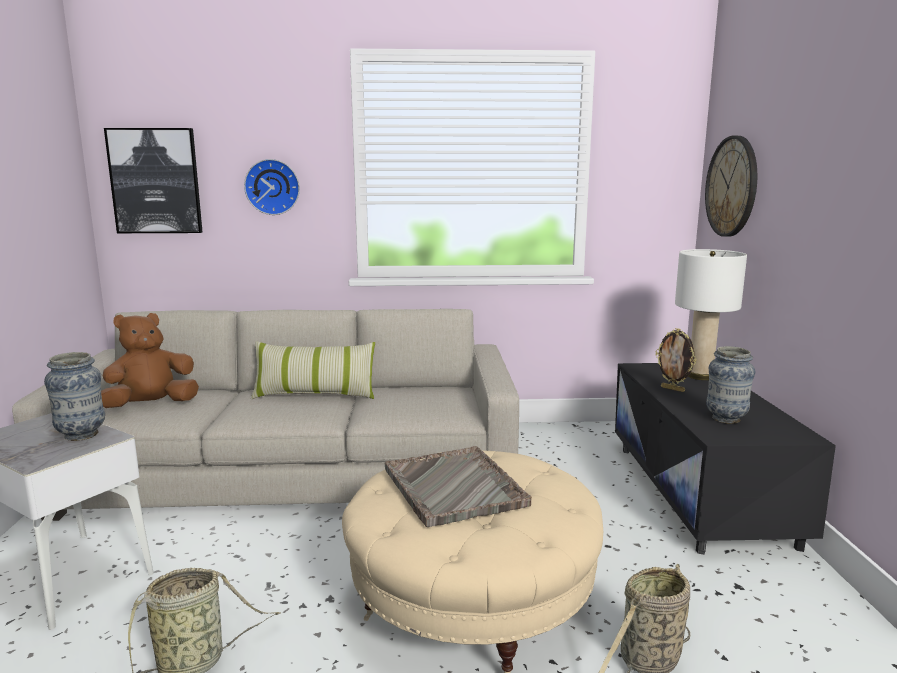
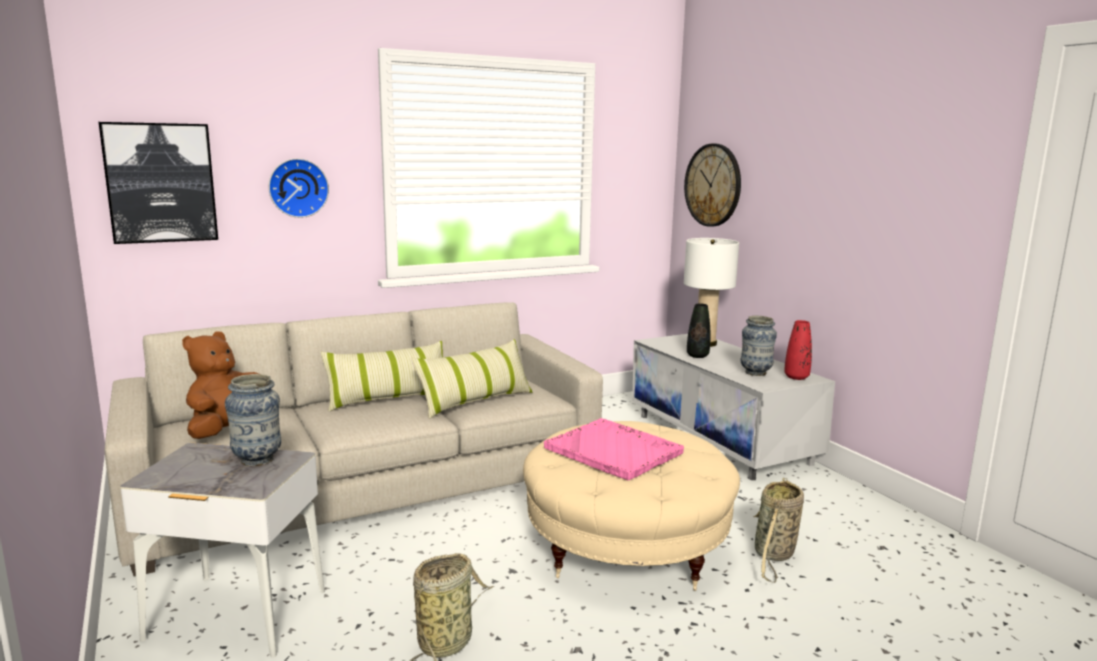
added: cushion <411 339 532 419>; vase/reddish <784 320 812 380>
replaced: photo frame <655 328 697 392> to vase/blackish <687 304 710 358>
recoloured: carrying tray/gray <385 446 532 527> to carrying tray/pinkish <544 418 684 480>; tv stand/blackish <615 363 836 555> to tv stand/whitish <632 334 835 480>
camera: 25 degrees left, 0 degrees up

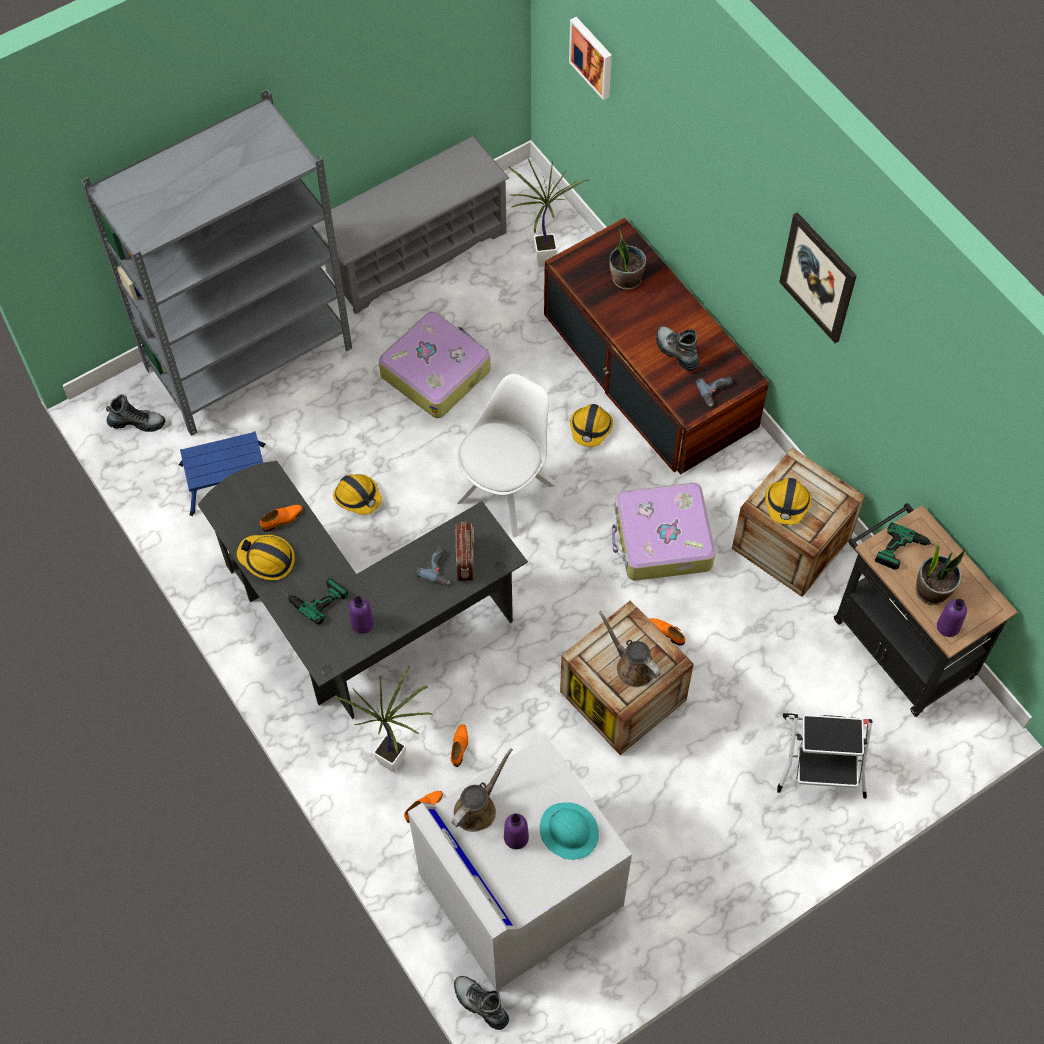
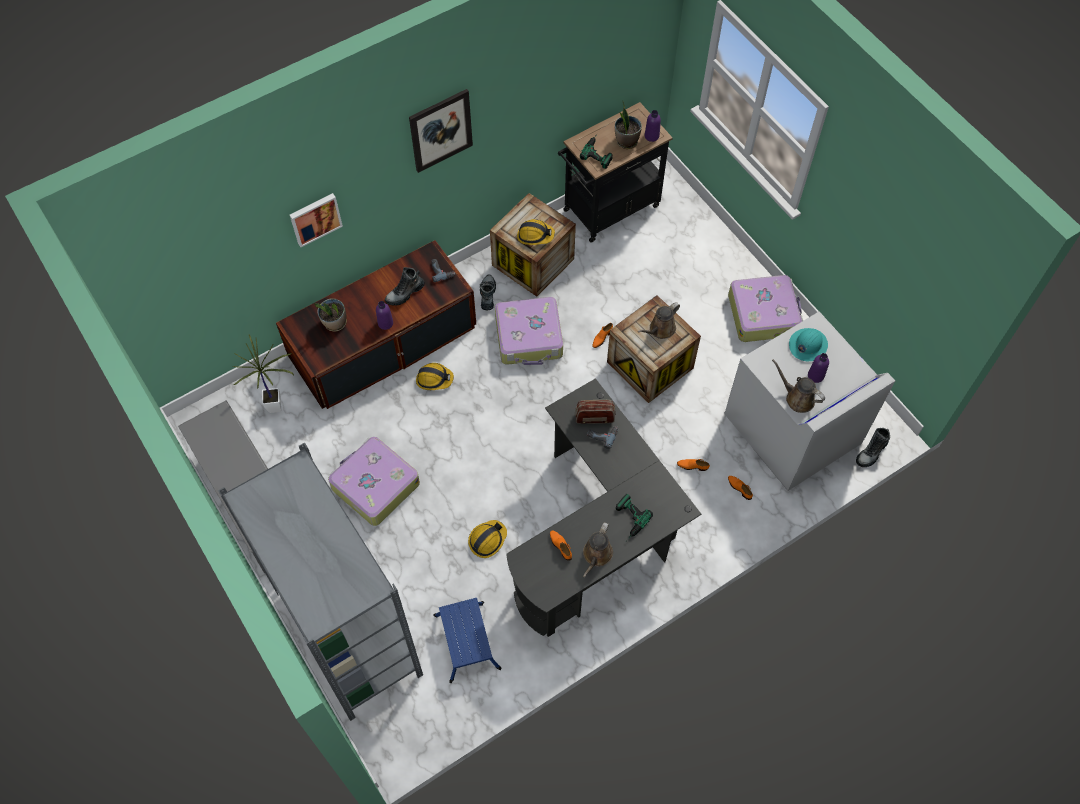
removed: potted plant <333 666 432 772>; upright chair/whitish <454 374 555 537>; step ladder <777 713 872 799>
added: piece of luggage <728 275 803 342>
moved: tall boot <106 394 165 432> to <480 274 496 310>; beverage bottle/purple-coloured <349 596 374 634> to <376 301 393 330>; wall art <569 17 612 100> to <290 193 343 247>
replaced: work helmet <237 535 295 580> to watering can/brown <583 522 613 578>
camera: 90 degrees left, 0 degrees up

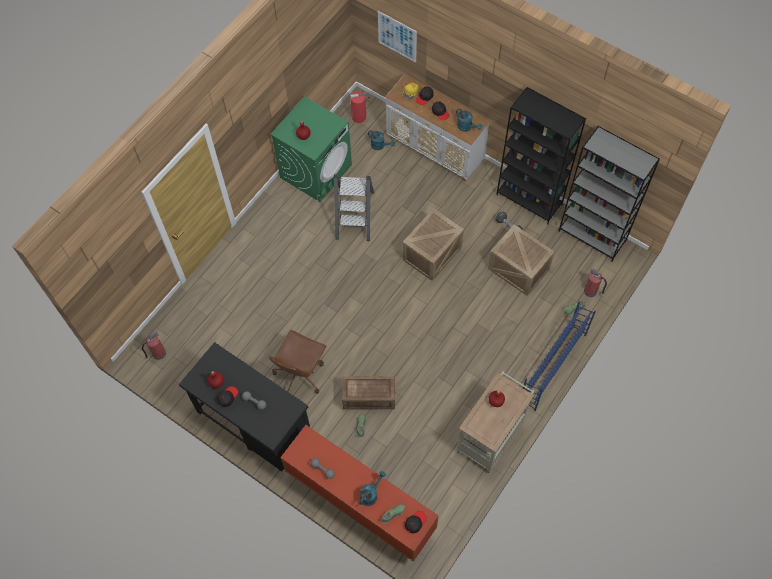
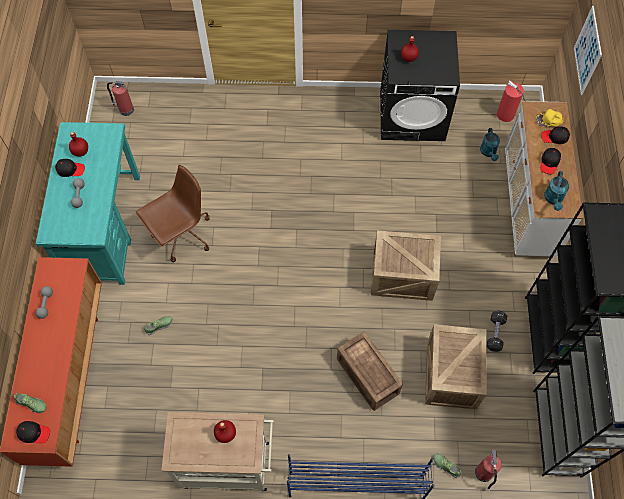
removed: step ladder/gray <334 174 374 241>; watering can/turquoise-coloured <359 471 386 506>
moved: shipping crate <342 376 395 409> to <337 332 403 411>
recoloured: desk table/blackish <179 342 310 472> to desk table/turquoise-coloured <36 122 140 285>; laundry machine/green-coloured <270 96 352 202> to laundry machine/blackish <380 30 460 141>
turned: office chair/brown <269 330 327 394> = <135 165 210 262> 150 degrees clockwise
camera: 55 degrees right, 0 degrees up

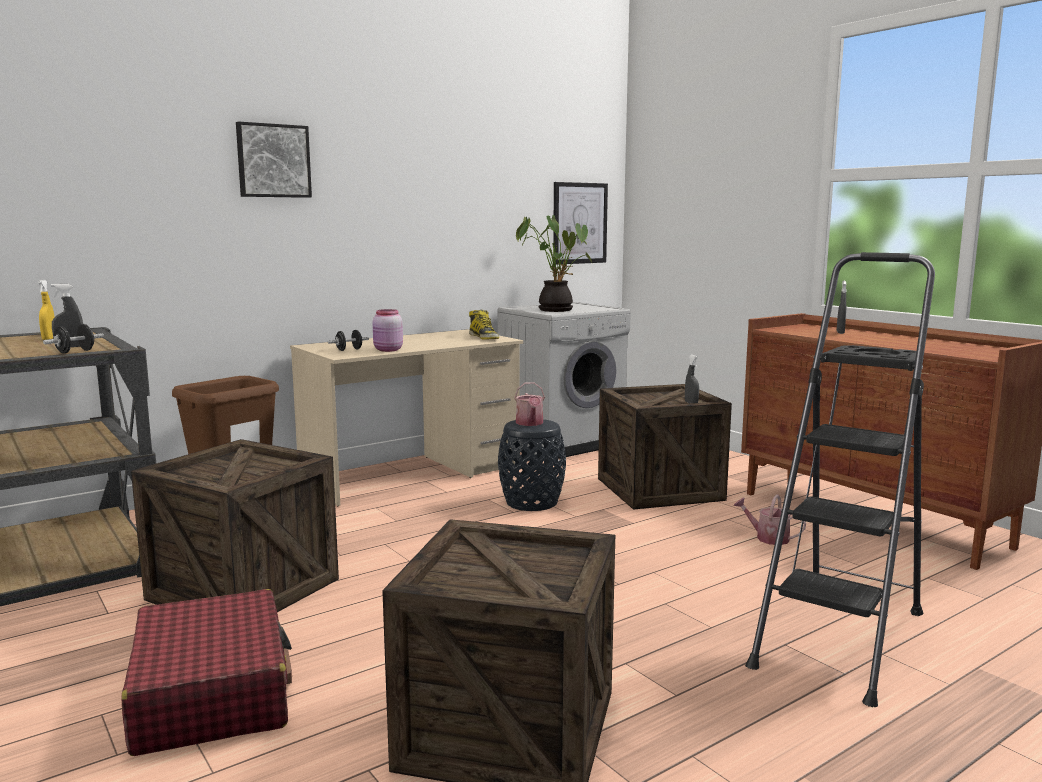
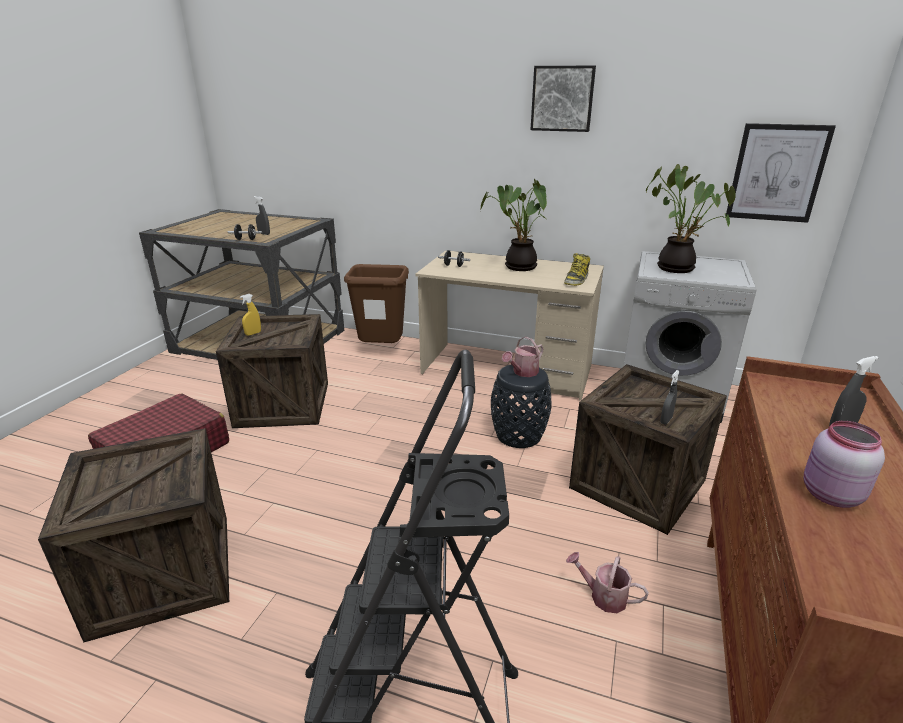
added: potted plant <480 179 547 271>
moved: spray bottle/yellow-coloured <38 280 54 340> to <240 294 261 336>; wall art <236 121 312 198> to <530 66 596 132>; jar/pinkish <373 309 403 352> to <804 421 885 508>
turned: watering can <733 494 806 545> = <566 552 649 613> 60 degrees counterclockwise
camera: 55 degrees right, 15 degrees up

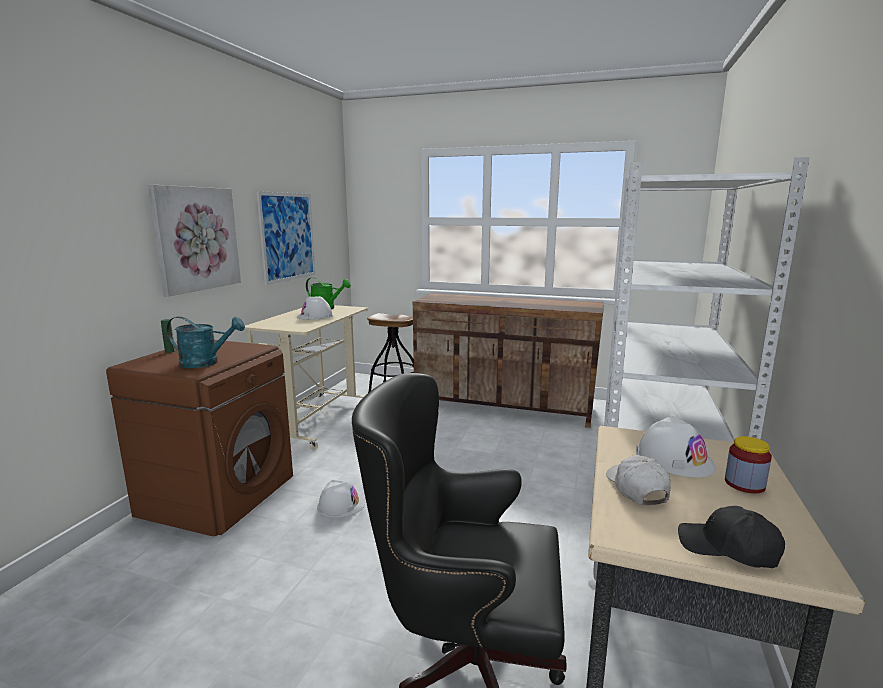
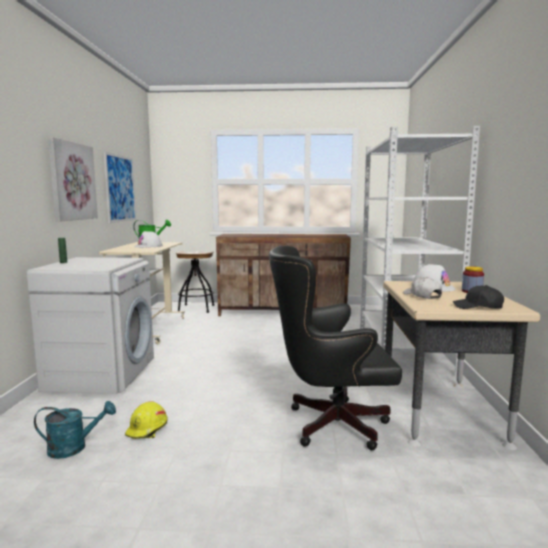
removed: work helmet/whitish <317 480 365 518>
added: work helmet/yellow-coloured <125 401 168 439>
moved: watering can/turquoise-coloured <166 317 245 368> to <34 401 116 459>
recoloured: laundry machine/brown <106 340 293 536> to laundry machine/whitish <26 257 154 394>
camera: 15 degrees left, 5 degrees down

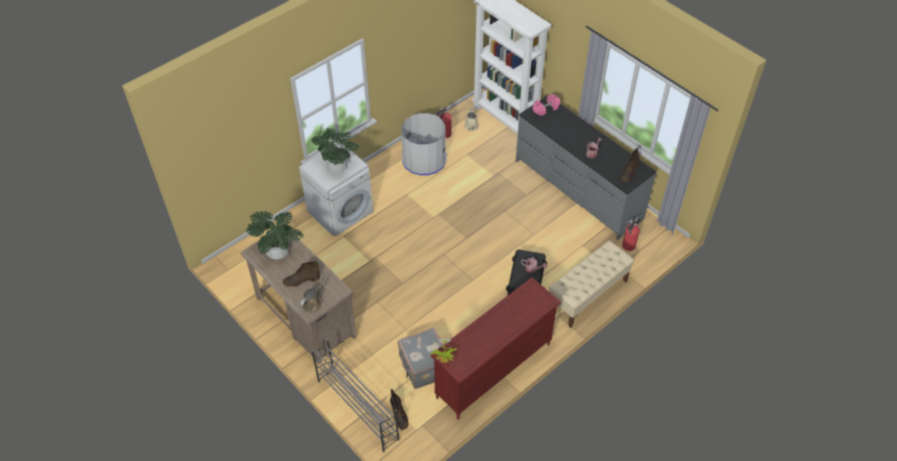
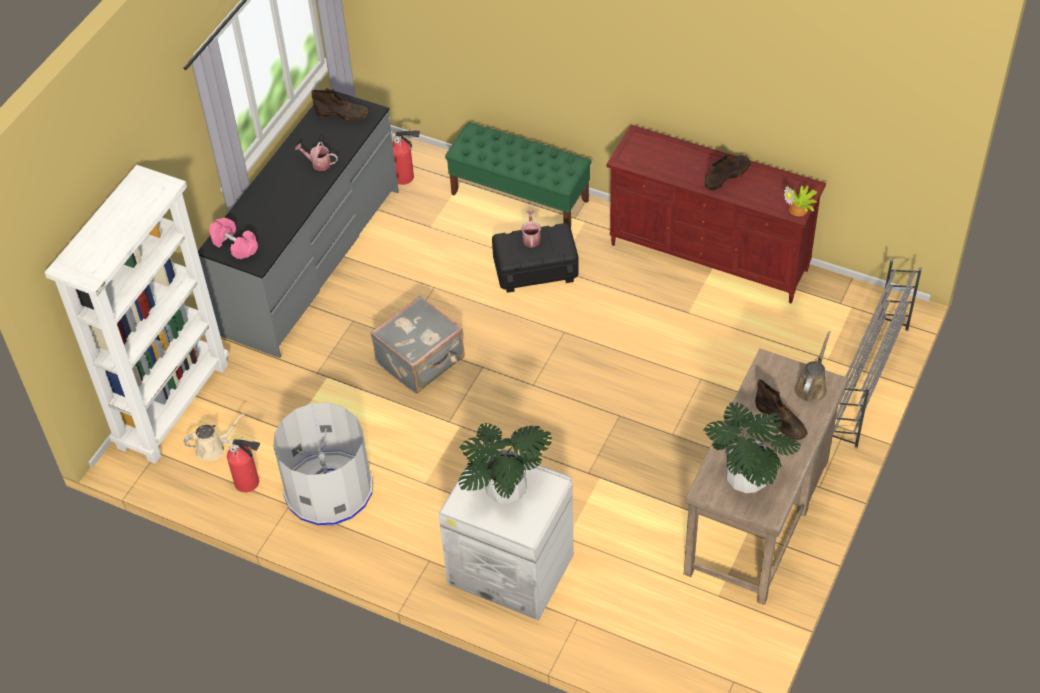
moved: tall boot/brown <390 389 408 430> to <705 153 751 191>; piece of luggage/gray <398 327 443 389> to <370 295 465 394>
recoloured: bench/sand-coloured <549 241 634 328> to bench/green-coloured <445 122 592 228>
turned: watering can/brown <300 272 326 313> = <794 331 830 402> 105 degrees clockwise
camera: 110 degrees left, 0 degrees up

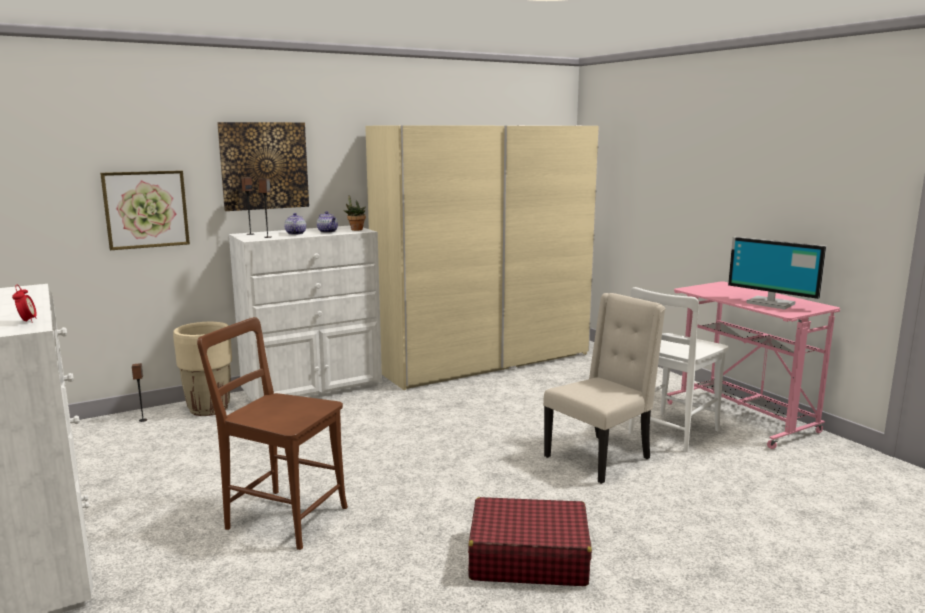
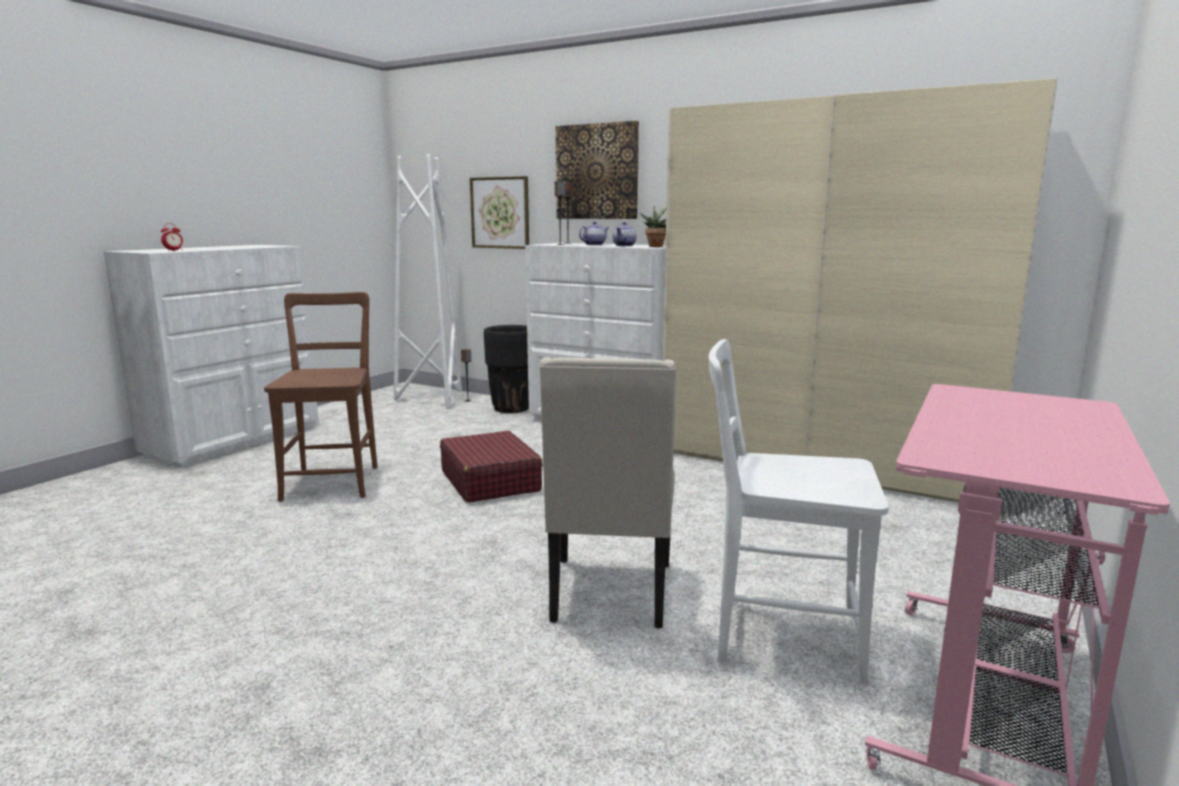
removed: computer display <728 237 827 309>
added: garment stand/whitish <394 154 462 409>
moved: piece of luggage/reddish <468 497 592 586> to <440 431 543 503>
recoloured: flower pot/sand-coloured <173 322 232 416> to flower pot/blackish <484 325 529 413>
turned: upright chair/sand-coloured <543 293 665 484> = <539 357 676 629> 75 degrees clockwise
camera: 60 degrees right, 0 degrees up

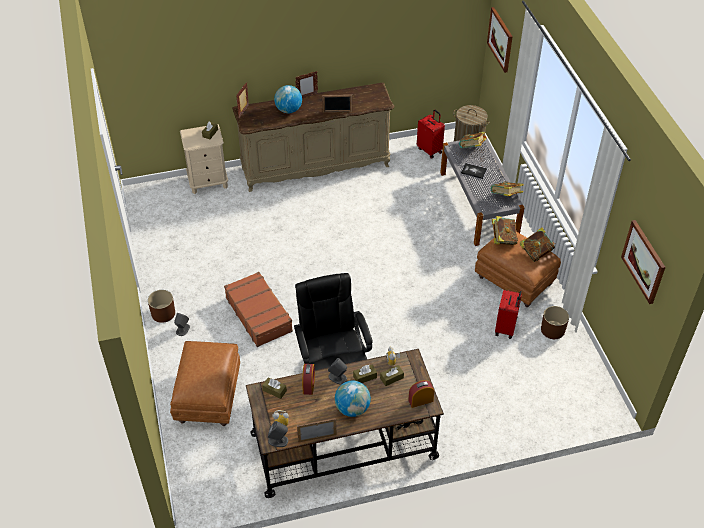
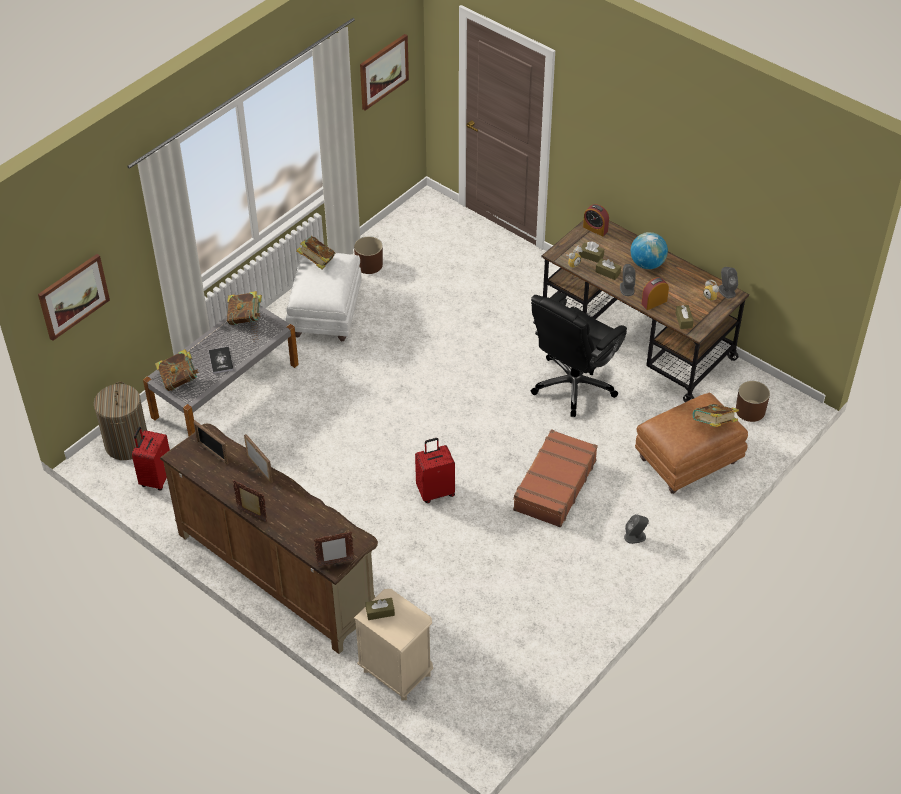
removed: world globe <274 85 302 113>
moved: flower pot/brown <148 290 175 323> to <736 381 770 422>; photo frame <297 418 336 442> to <194 421 229 465>; bound book <492 216 518 245> to <693 404 739 427>; piece of luggage/reddish <495 290 522 339> to <415 438 455 503>
recoloured: ottoman/brown <475 232 561 307> to ottoman/whitish <286 253 362 341>
camera: 125 degrees left, 0 degrees up

